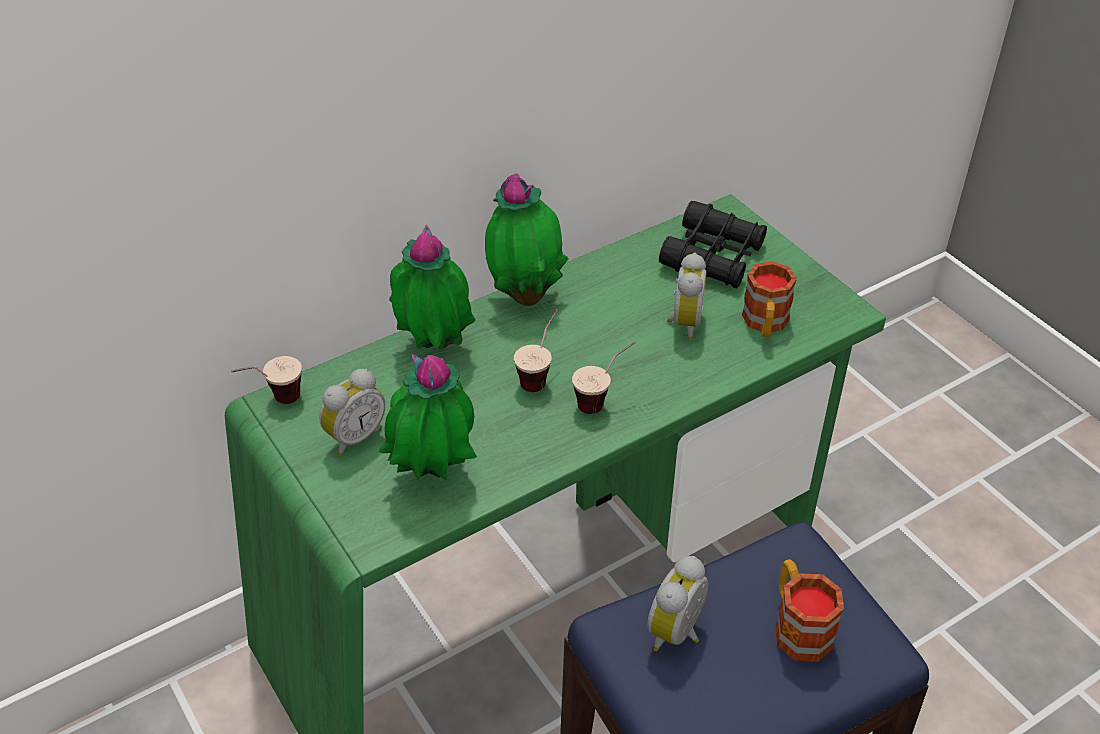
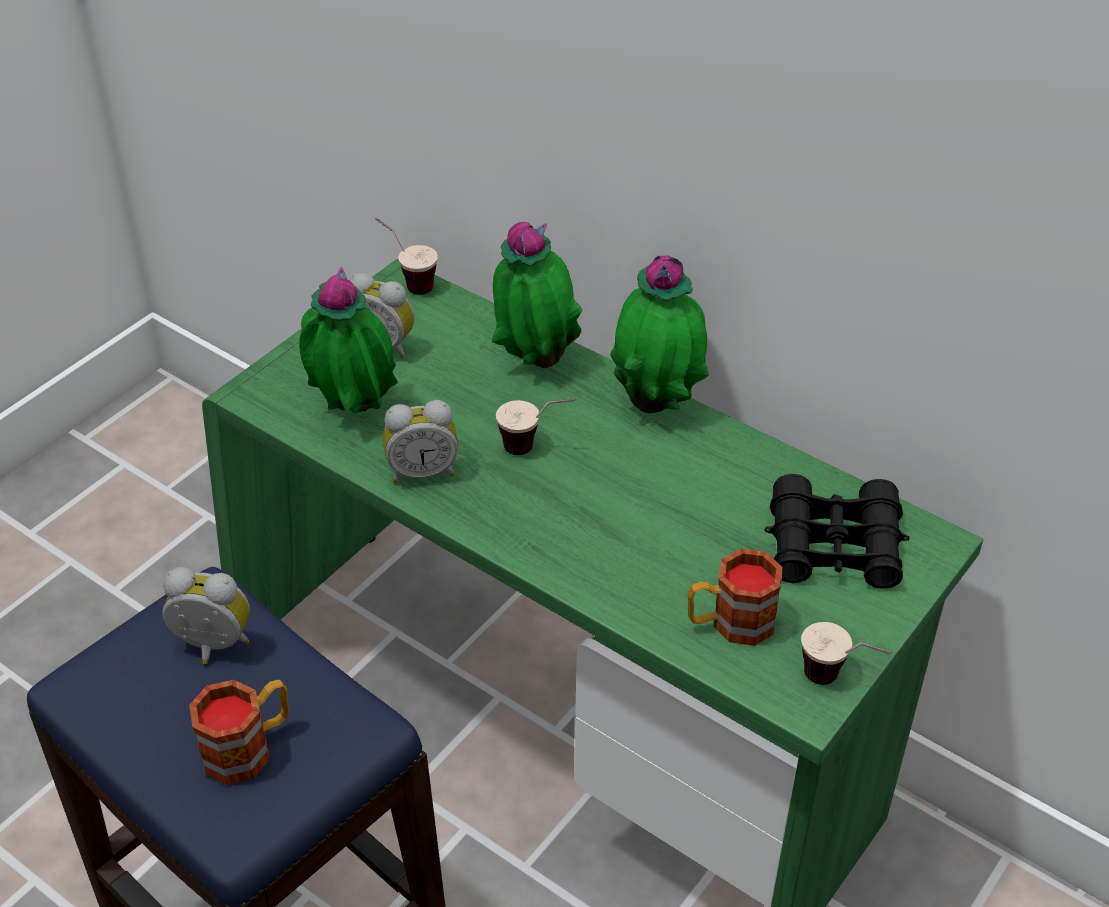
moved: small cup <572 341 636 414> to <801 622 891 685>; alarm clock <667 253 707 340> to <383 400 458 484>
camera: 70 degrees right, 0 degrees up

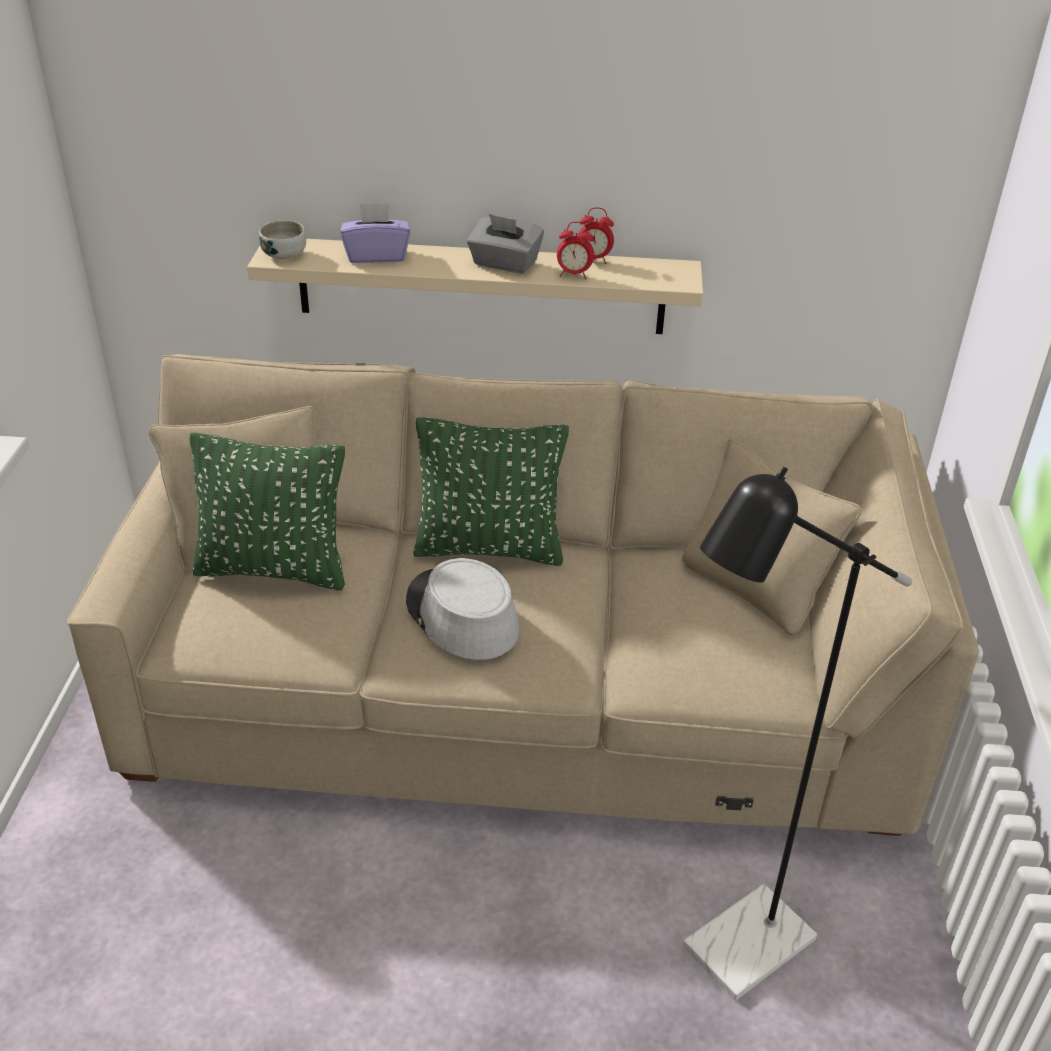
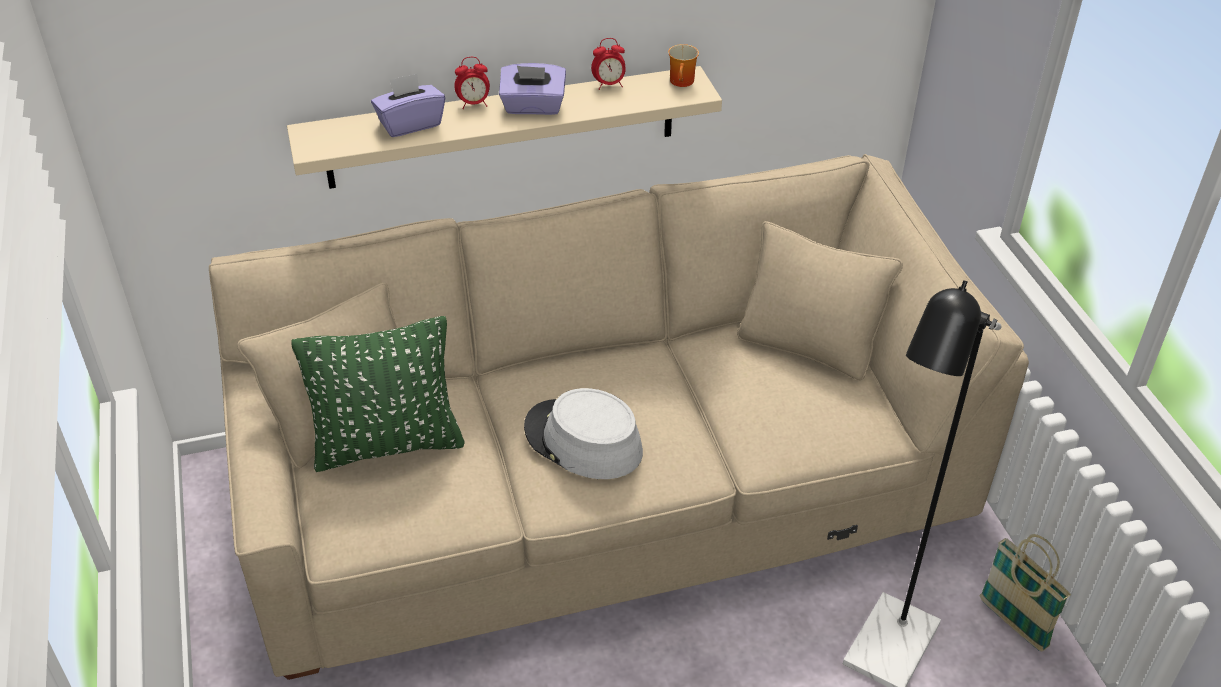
removed: deep dish <259 220 306 259>; cushion/green-coloured <413 417 569 566>
added: mug <668 44 699 87>; household basket <980 534 1071 651>
moved: alarm clock <557 222 594 279> to <454 57 490 109>
recoloured: tissue holder/gray <467 214 544 274> to tissue holder/purple-coloured <499 63 566 115>
camera: 20 degrees left, 5 degrees up

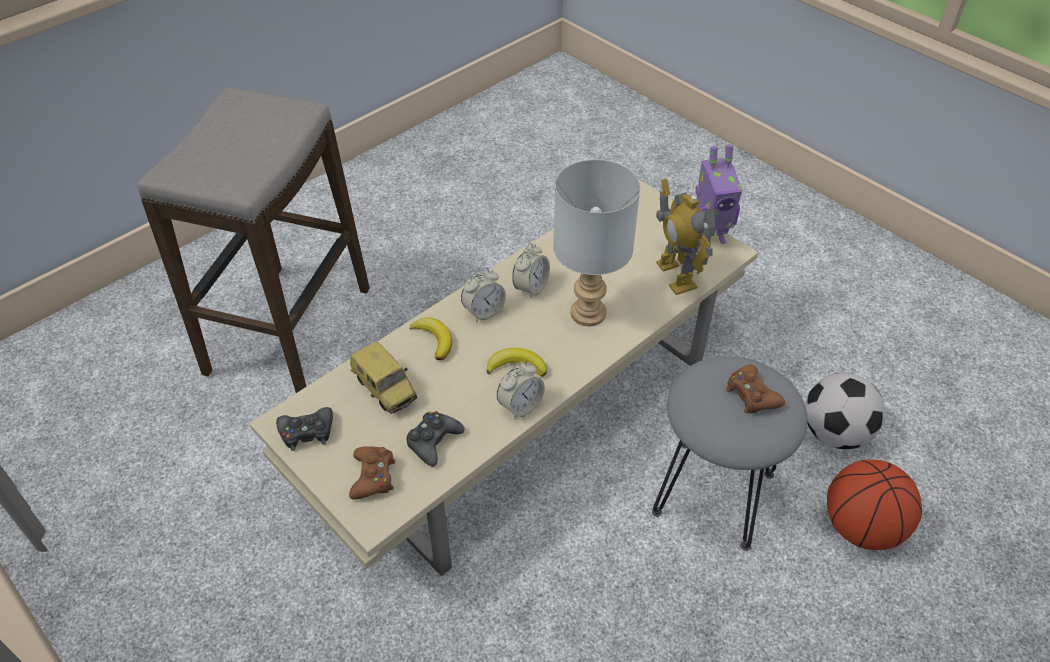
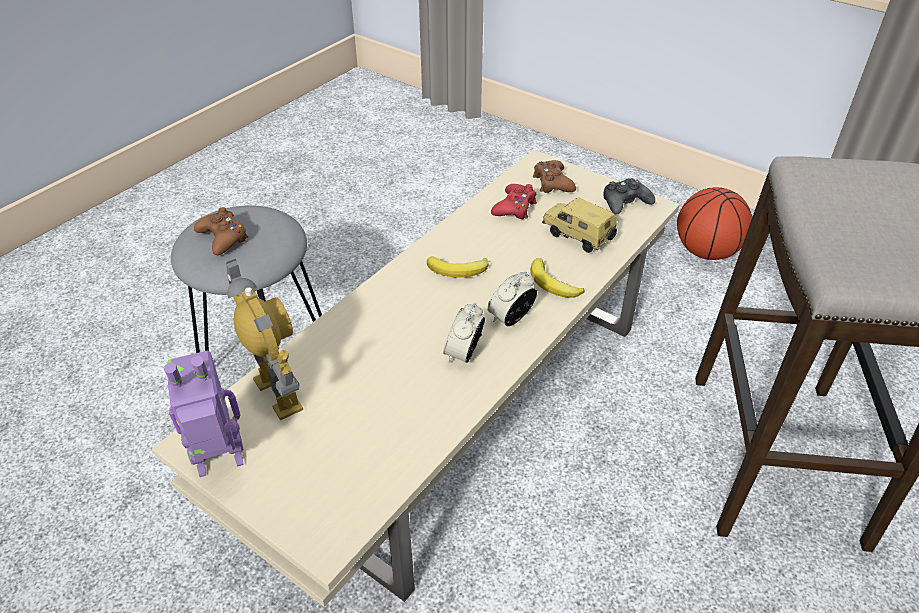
removed: alarm clock <497 361 545 420>; lamp for a table/gray <553 159 641 326>; football ball <805 373 885 449>
moved: ball for basketball <827 460 922 550> to <677 187 752 260>
recoloured: game controller/blackish <406 411 465 467> to game controller/reddish <491 184 537 219>
camera: 170 degrees right, 5 degrees down

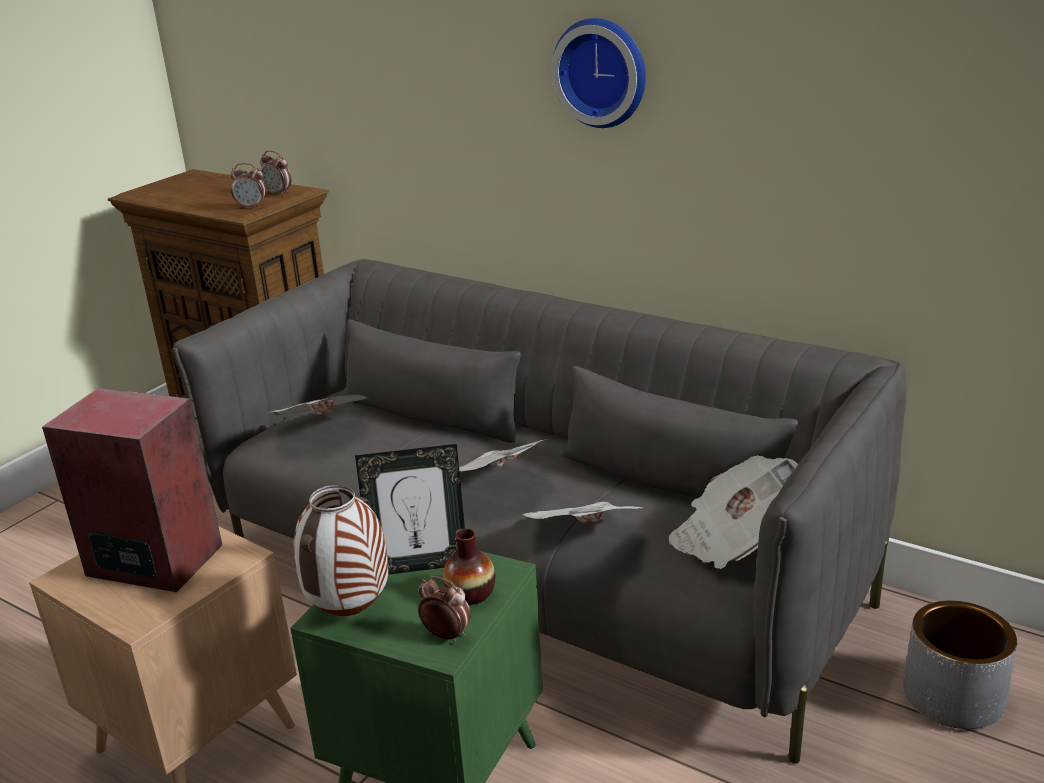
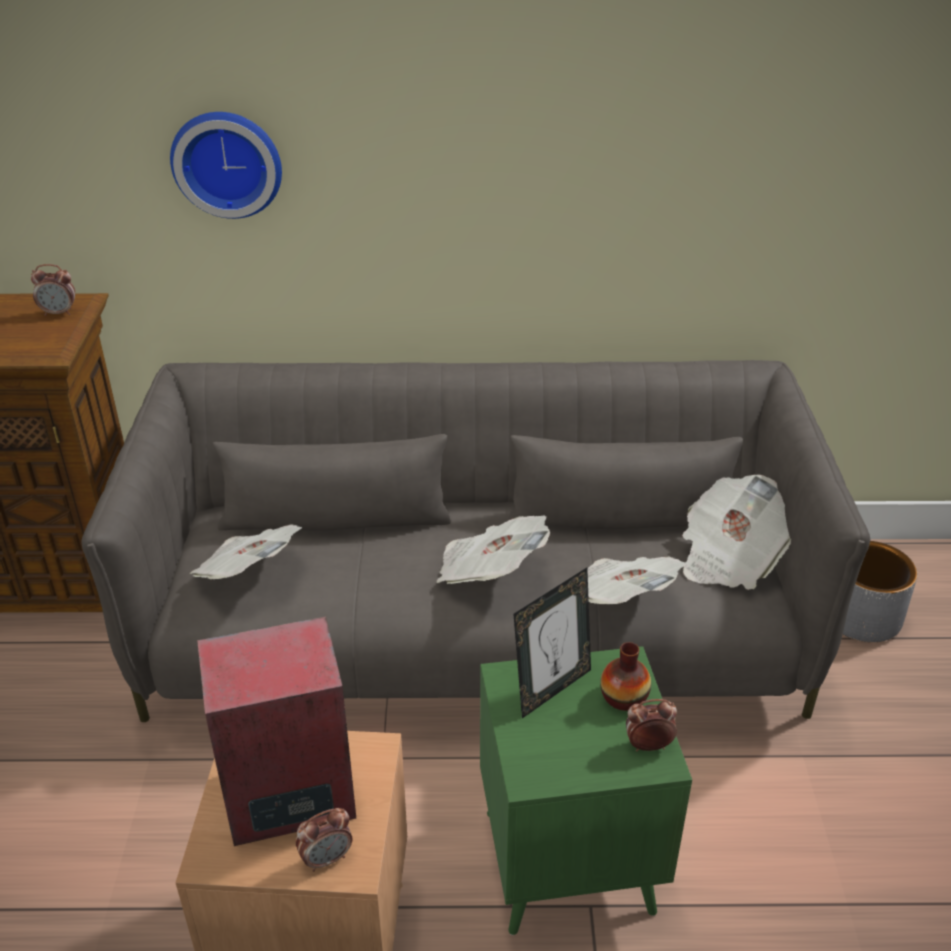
removed: vase <294 485 388 616>
moved: alarm clock <230 163 266 209> to <296 808 352 872>; hanging clock <551 18 646 128> to <170 112 282 219>
camera: 35 degrees left, 10 degrees up

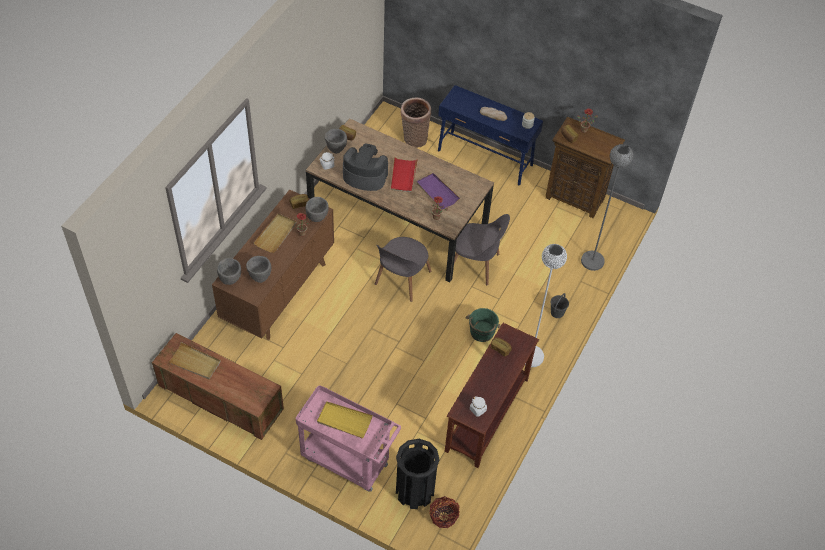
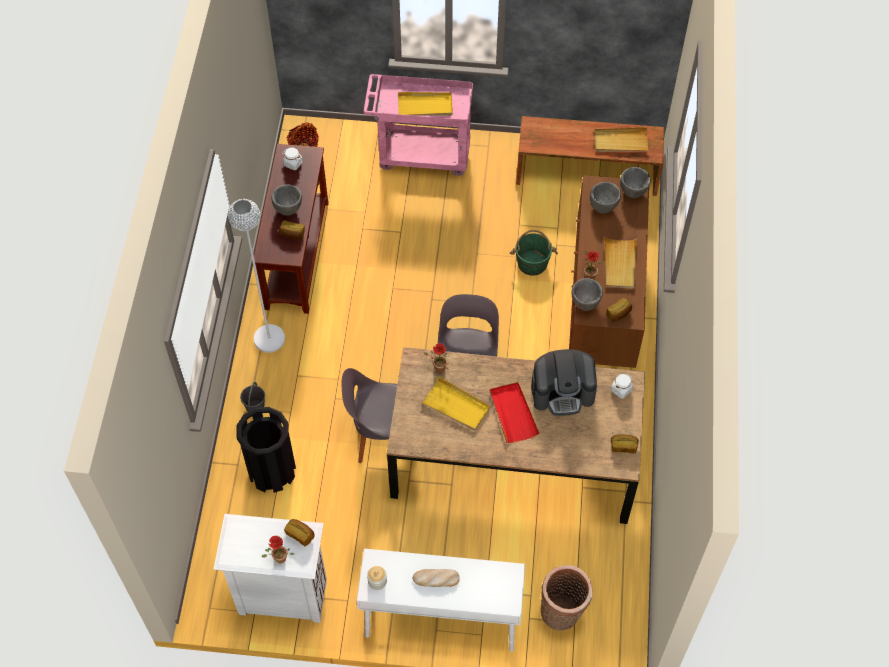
removed: floor lamp/gray <581 144 634 271>
moved: deep dish/gray <325 129 347 154> to <272 184 302 216>; trash can/blackish <396 439 440 509> to <236 407 296 493>; water bucket/green-coloured <465 308 501 342> to <510 230 558 276>
recoloured: carrying tray/purple-coloured <416 173 460 209> to carrying tray/yellow-coloured <421 376 490 431>; hall table/blue <438 85 543 185> to hall table/whitish <357 549 525 652>; cupboard/brown <546 117 625 218> to cupboard/whitish <214 514 327 623>
camera: 160 degrees right, 5 degrees up

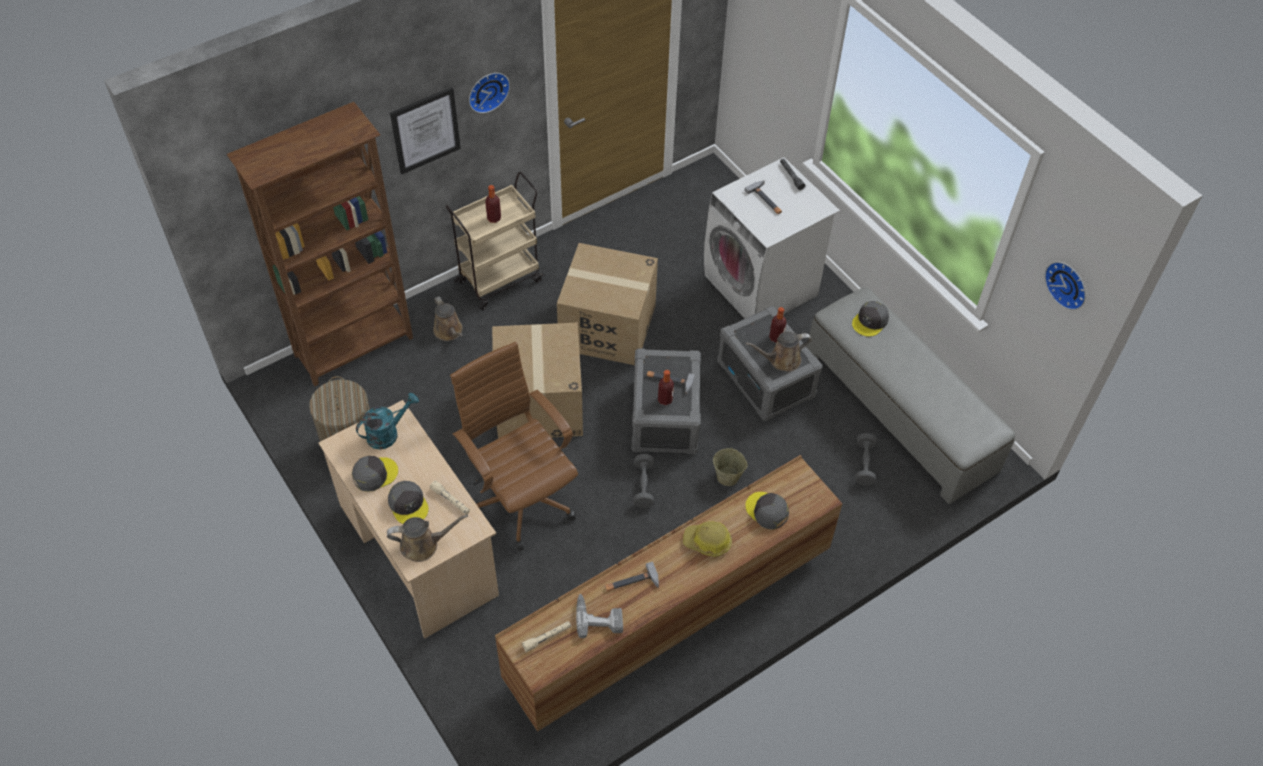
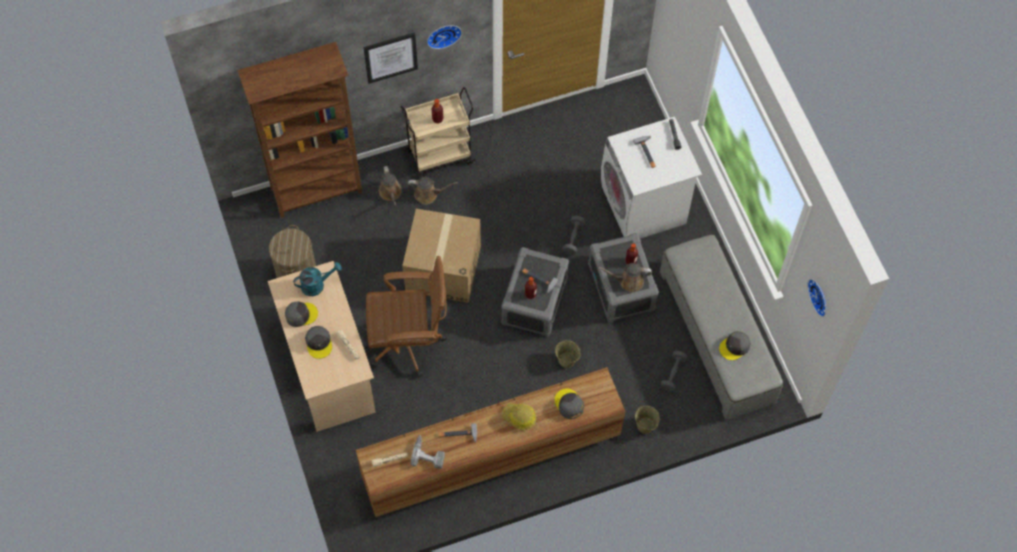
removed: carton <557 243 658 365>
added: water bucket/sand-coloured <635 406 660 434>
moved: watering can/brown <387 514 468 562> to <407 177 458 204>; dumbbell/gray <633 454 654 508> to <562 216 586 255>; baseball cap/gray <852 301 889 337> to <719 331 751 360>
turned: office chair/brown <450 342 578 551> = <366 256 447 377> 105 degrees clockwise
camera: 15 degrees right, 10 degrees up

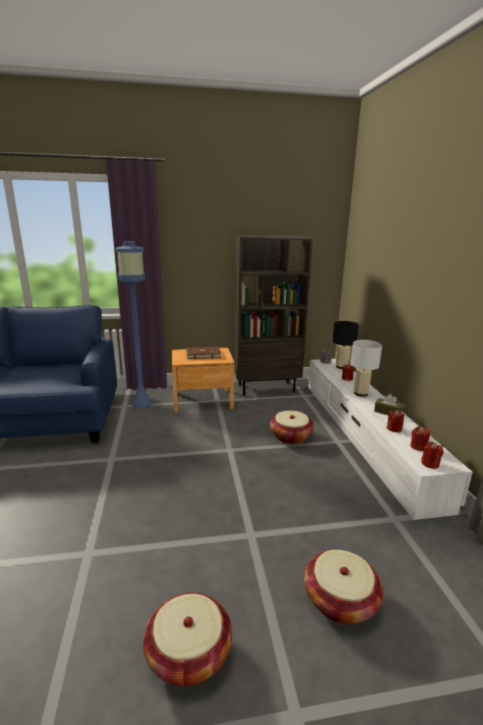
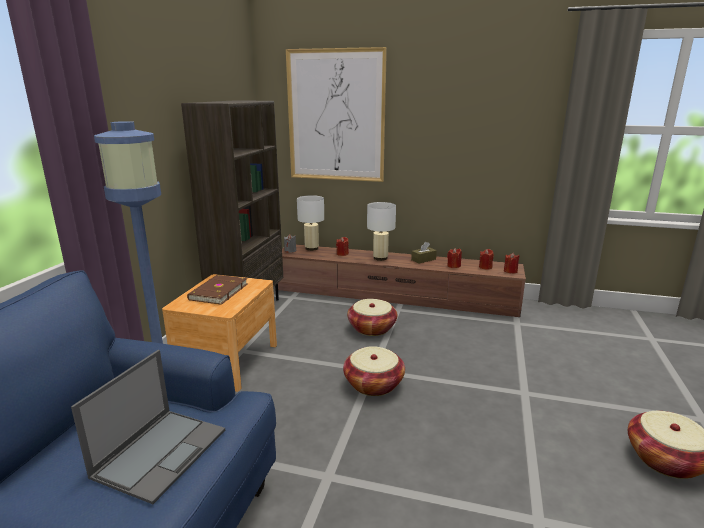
added: notebook computer <71 350 225 504>; wall art <286 47 387 182>
moved: household basket <304 550 383 624> to <343 346 405 396>
recoloured: tv stand/whitish <308 359 472 520> to tv stand/brown <278 244 526 317>; lamp for a table/blackish <333 321 359 369> to lamp for a table/whitish <297 195 324 251>
camera: 65 degrees left, 0 degrees up

